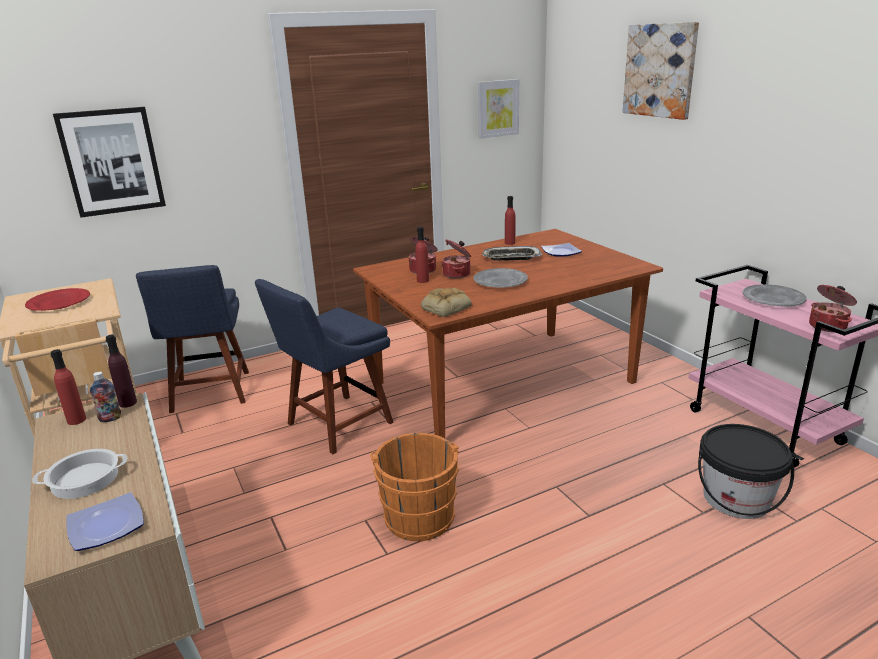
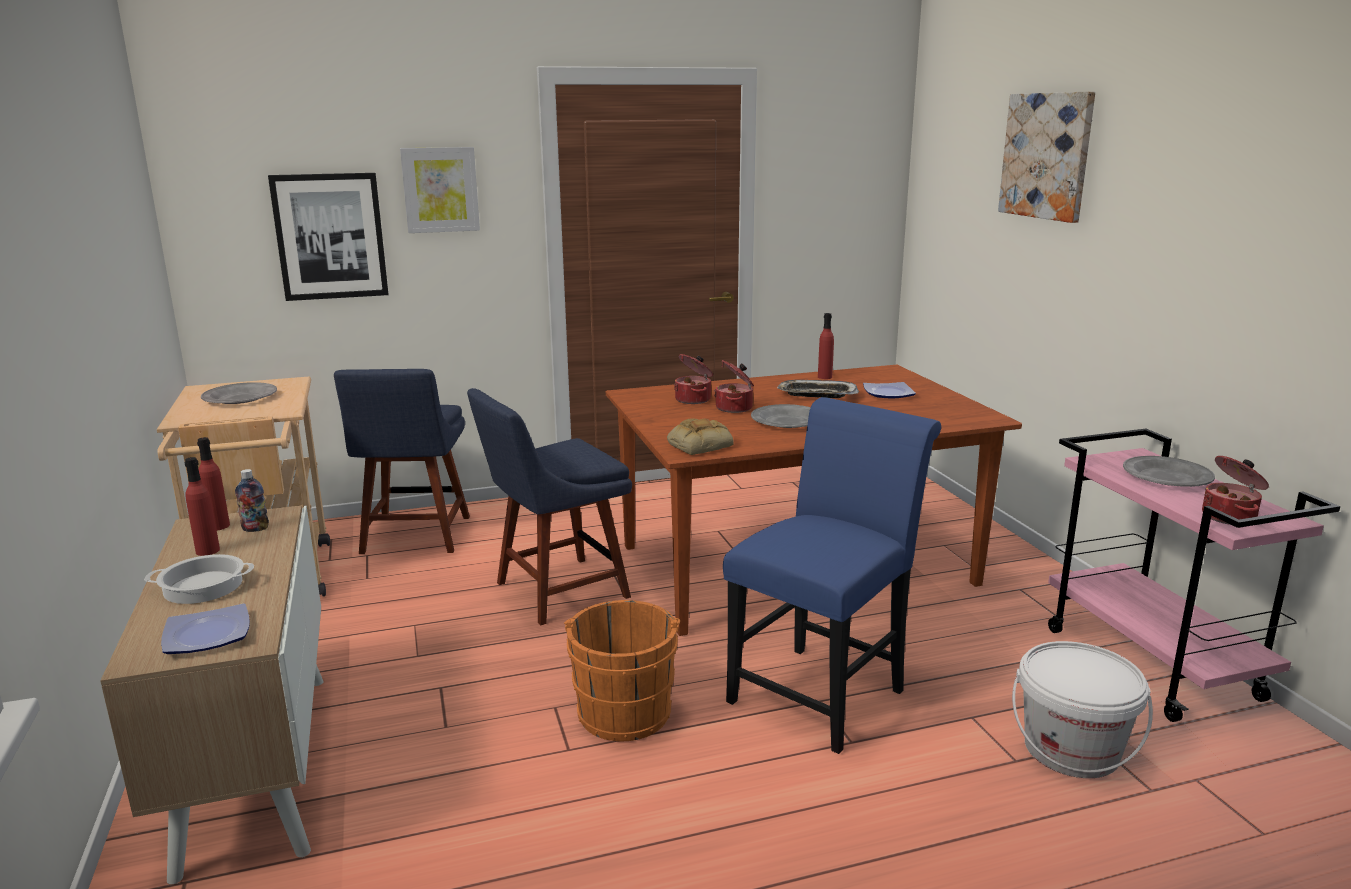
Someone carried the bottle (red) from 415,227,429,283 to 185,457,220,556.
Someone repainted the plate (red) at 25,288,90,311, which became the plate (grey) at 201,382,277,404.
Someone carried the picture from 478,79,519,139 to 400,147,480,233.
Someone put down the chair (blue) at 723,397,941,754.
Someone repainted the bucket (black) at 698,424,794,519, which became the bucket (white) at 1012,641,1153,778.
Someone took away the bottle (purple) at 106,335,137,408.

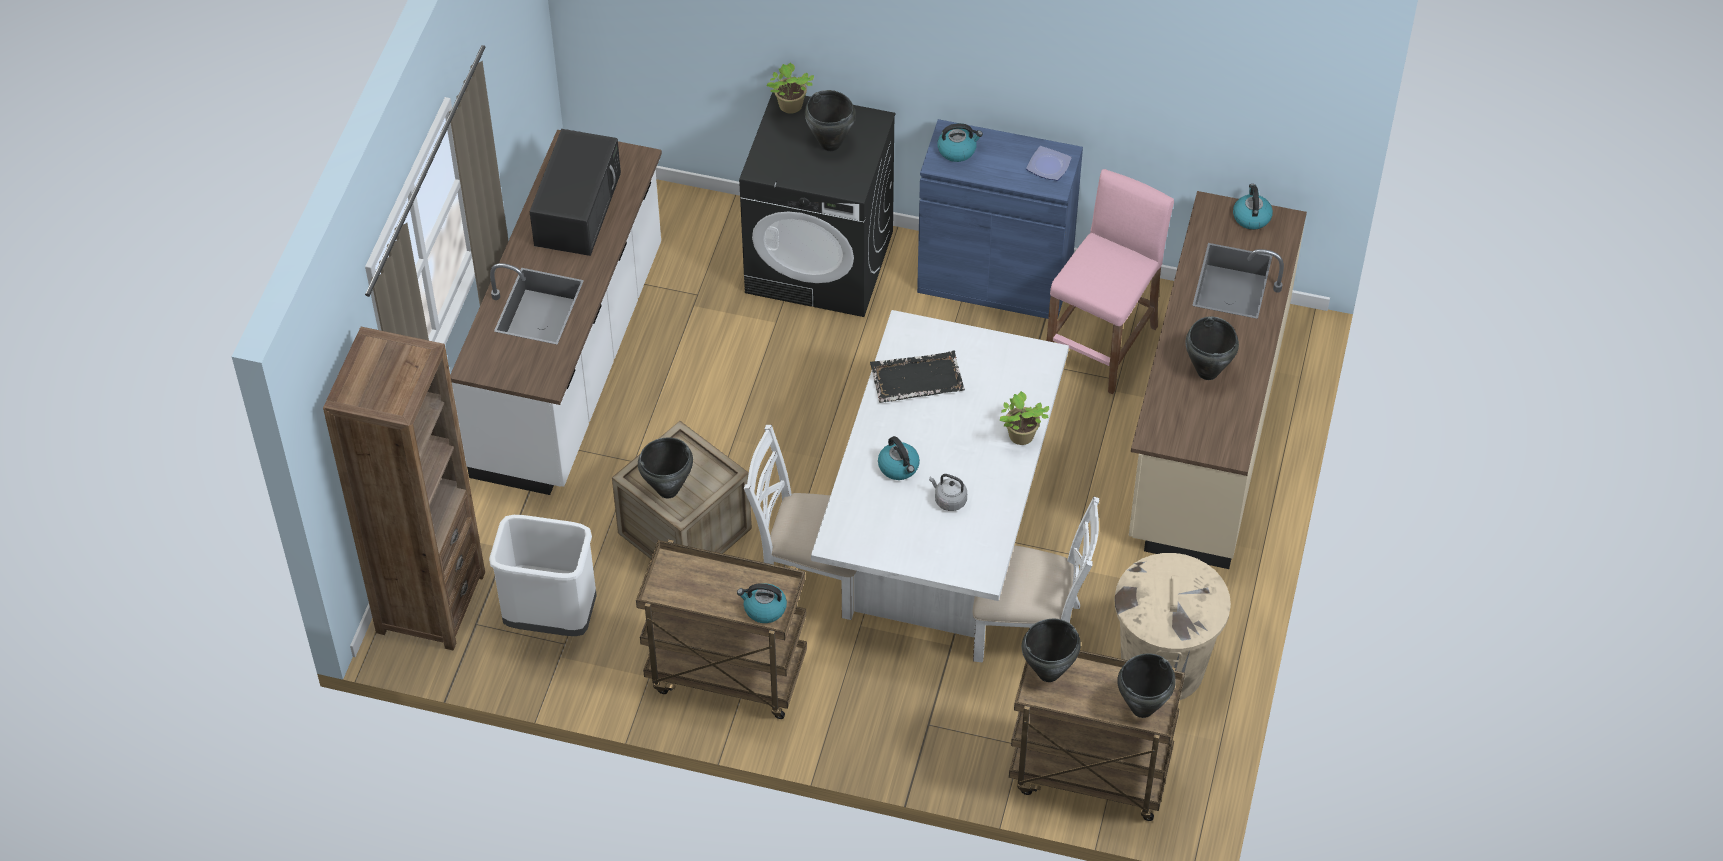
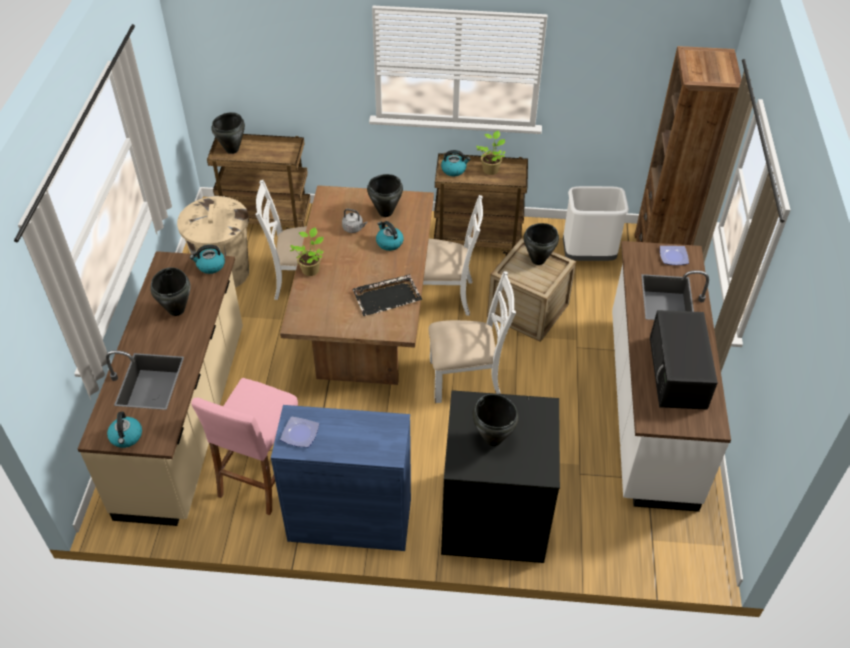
Someone carried the kettle from 937,123,983,162 to 190,245,225,274.
Someone repainted the dining table (white) at 811,310,1069,637, which became the dining table (brown) at 280,185,434,385.
Someone carried the cooking pot (black) from 1022,619,1081,682 to 367,174,403,217.
Someone put down the chair (white) at 428,271,516,403.
Someone carried the potted plant from 767,63,814,114 to 476,131,505,175.
Someone put down the plate at 660,246,689,265.

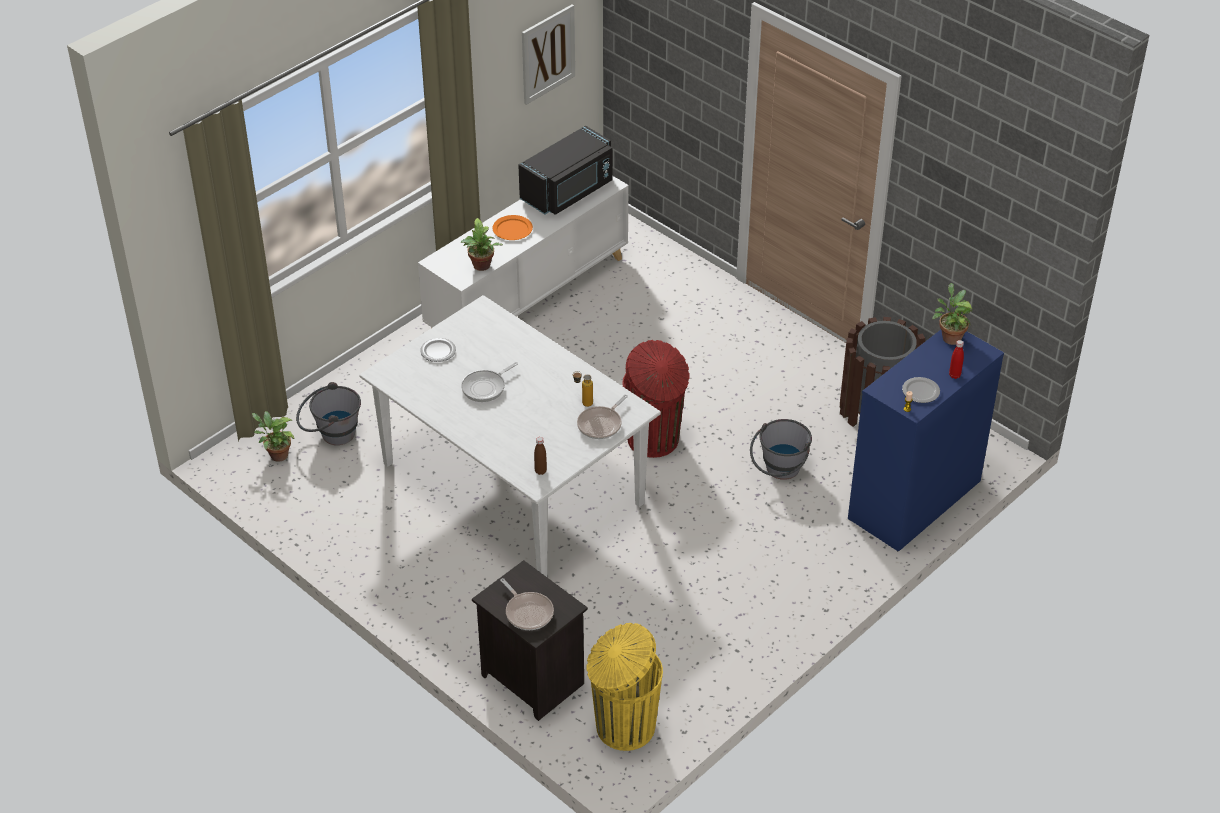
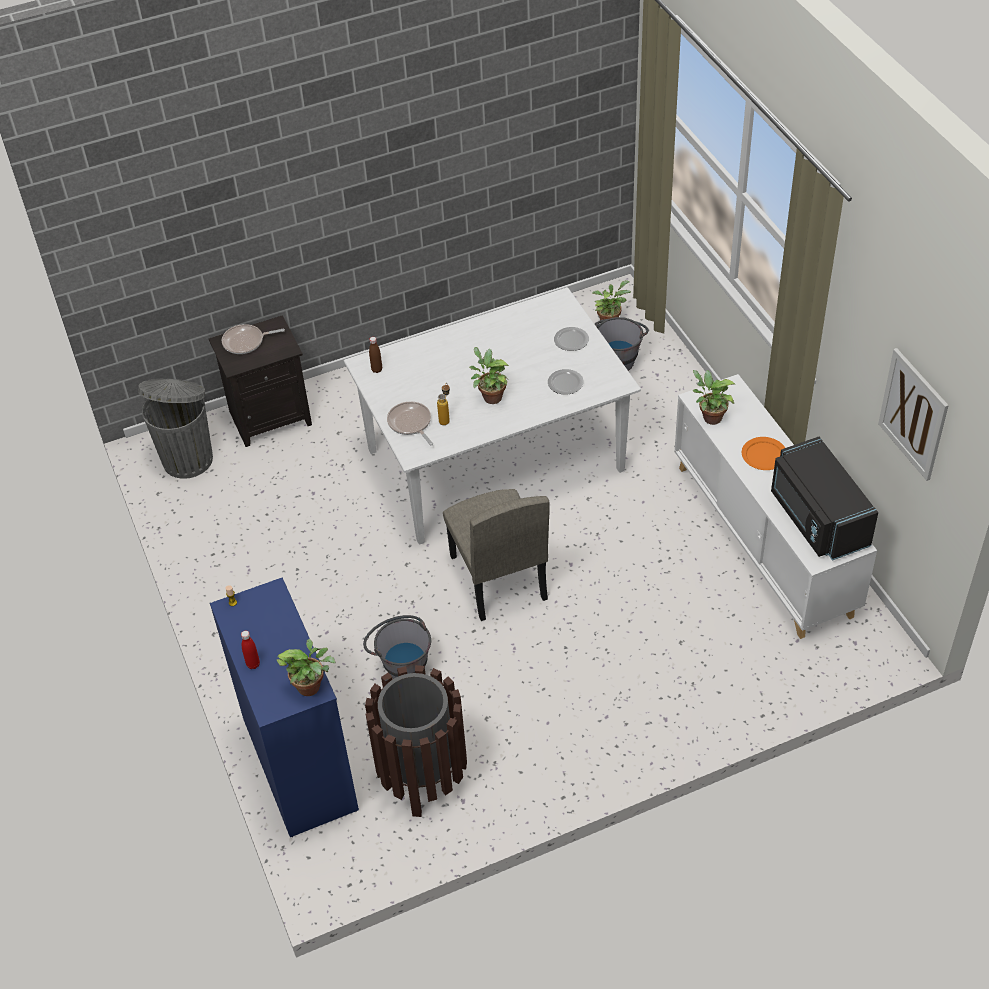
Someone repainted the trash can (yellow) at 586,623,663,751, which became the trash can (grey) at 138,378,213,479.
Someone swapped the trash can (red) at 622,340,690,458 for the chair (beige) at 443,489,550,621.
Someone put down the potted plant at 469,347,509,404.
Someone carried the plate from 902,377,940,403 to 548,369,584,395.
Someone took away the frying pan at 461,362,518,402.

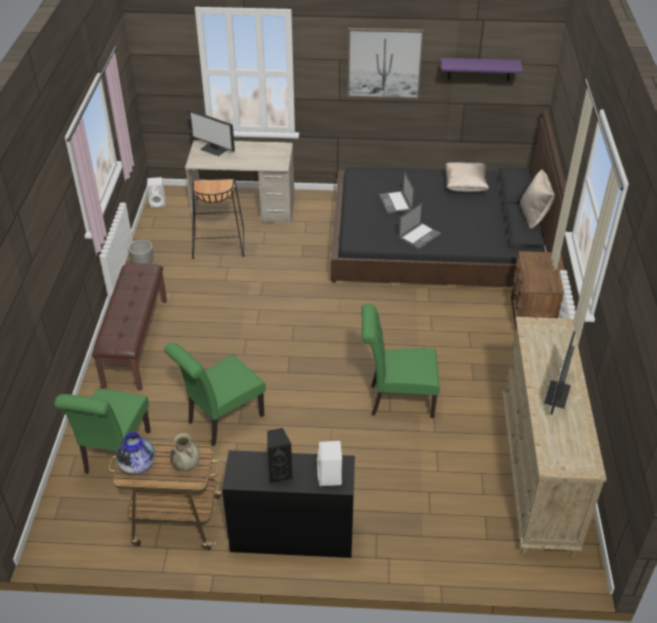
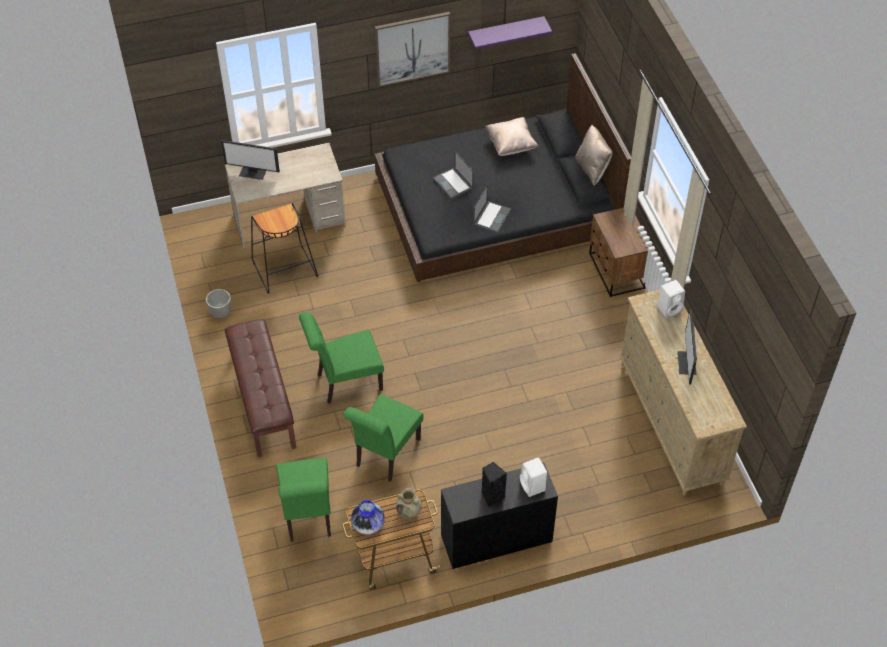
Someone carried the chair (green) from 362,304,440,418 to 299,312,384,404.
Someone carried the speaker (white) from 147,177,166,208 to 657,280,685,318.

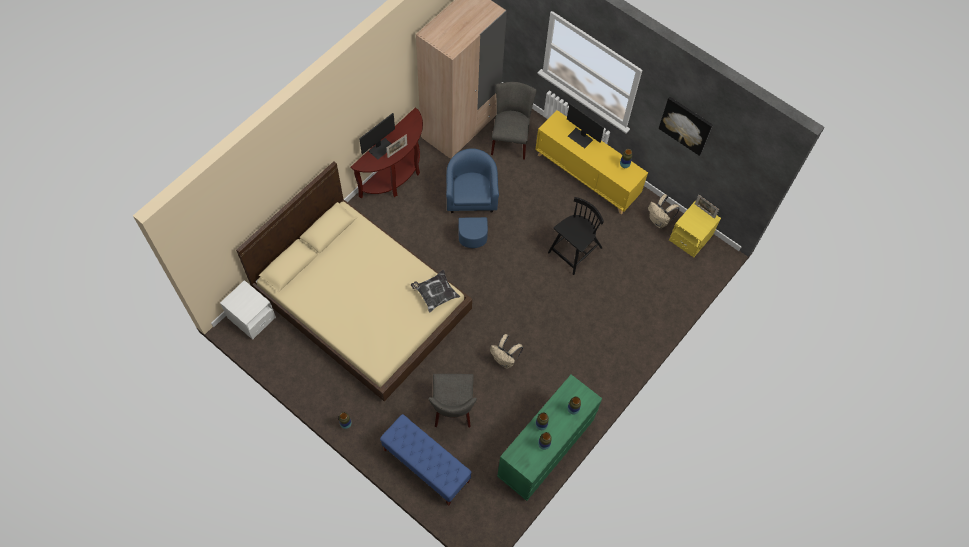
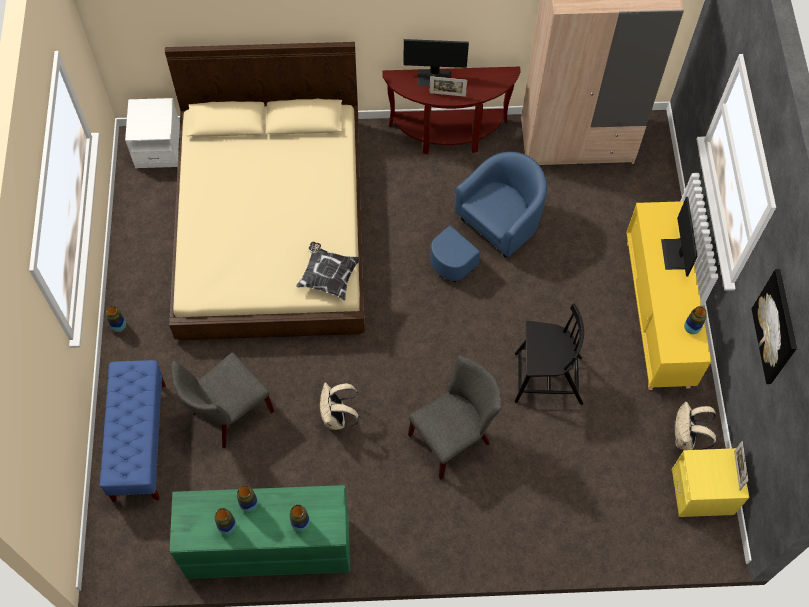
Someone carried the chair (grey) from 491,82,536,160 to 408,355,502,480.

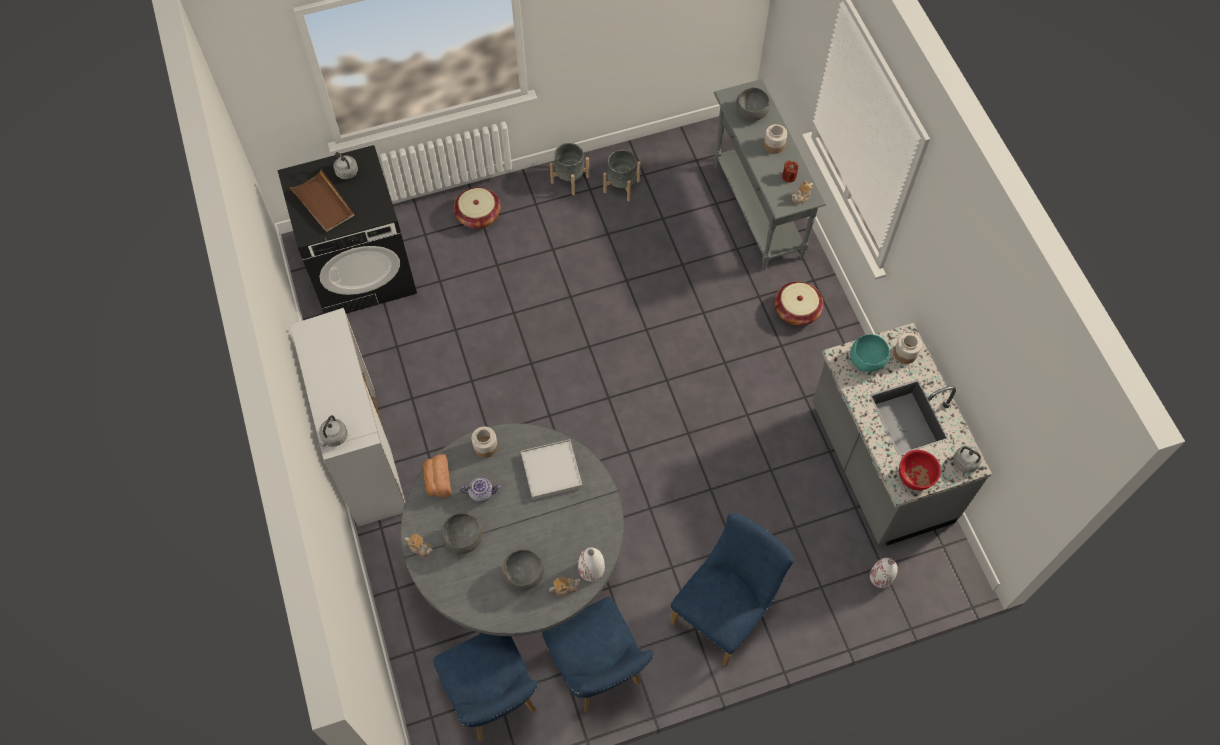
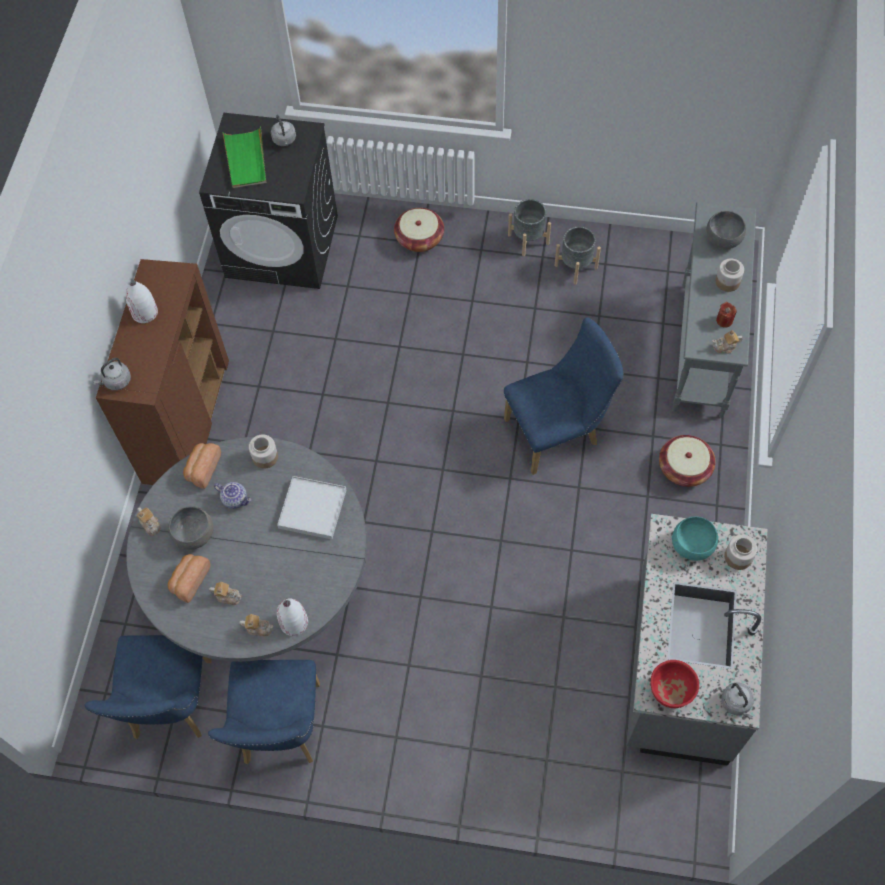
Someone repainted the cabinet (white) at 290,308,405,527, which became the cabinet (brown) at 96,259,229,485.
Someone carried the vase (white) from 870,558,898,588 to 125,280,158,323.
Someone put down the bread at 168,554,211,603.
Someone swapped the bowl (grey) at 502,549,544,591 for the teapot at 209,582,242,605.
Someone repainted the tray (brown) at 289,169,354,232, which became the tray (green) at 222,126,266,188.
Someone carried the chair (blue) from 670,513,794,667 to 504,317,624,475.

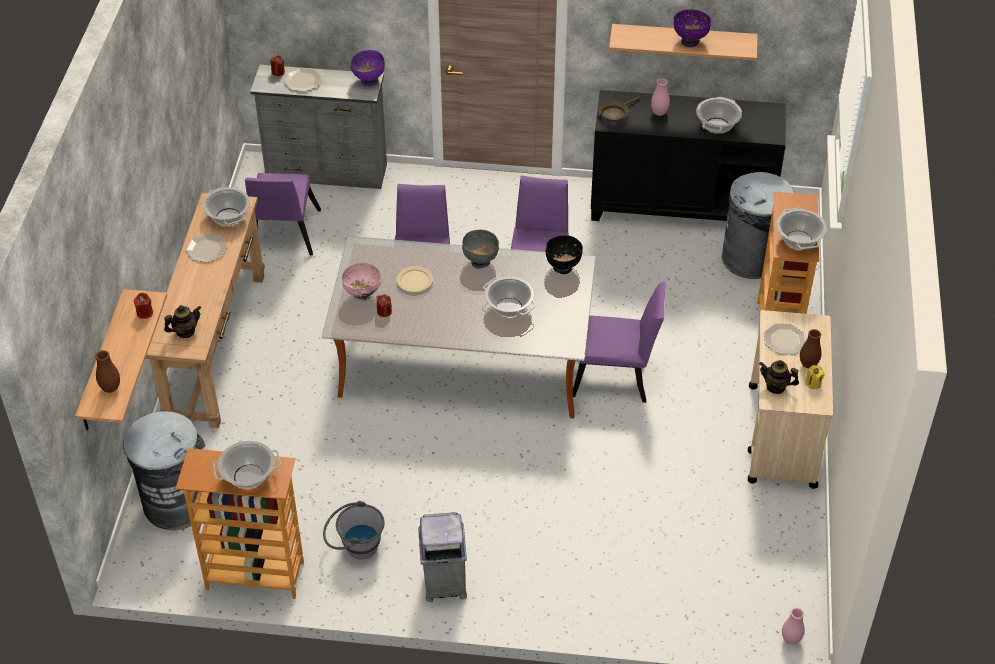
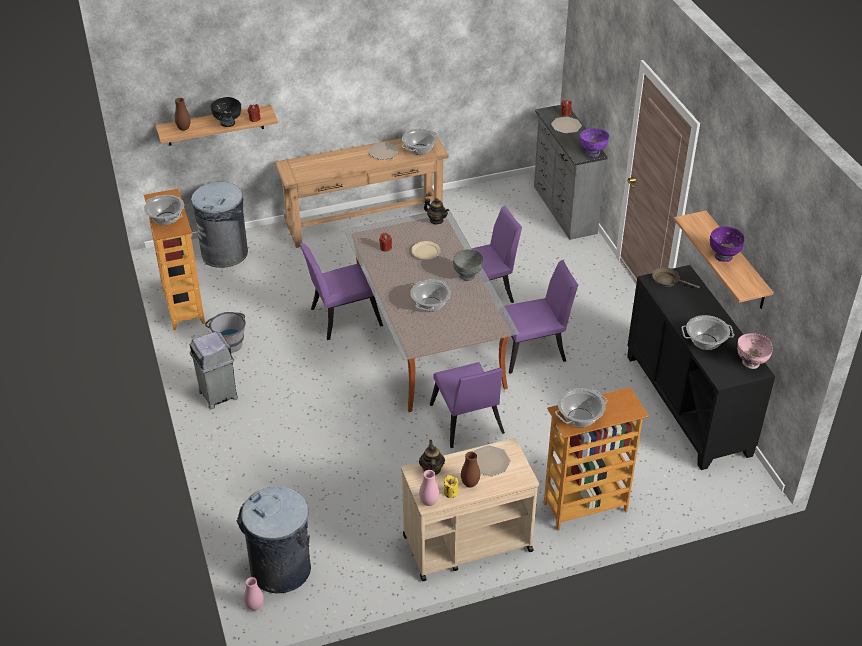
Someone carried the bowl (black) from 545,235,583,274 to 210,97,241,127.
Someone carried the trash can (grey) from 722,172,795,279 to 237,486,311,593.
Someone carried the chair (purple) from 245,173,321,255 to 300,243,383,340.
Someone carried the vase (pink) from 651,78,670,116 to 419,470,439,506.
Someone carried the teapot from 164,305,201,338 to 424,198,449,224.
Someone carried the bowl (pink) from 341,262,381,302 to 737,333,773,369.

